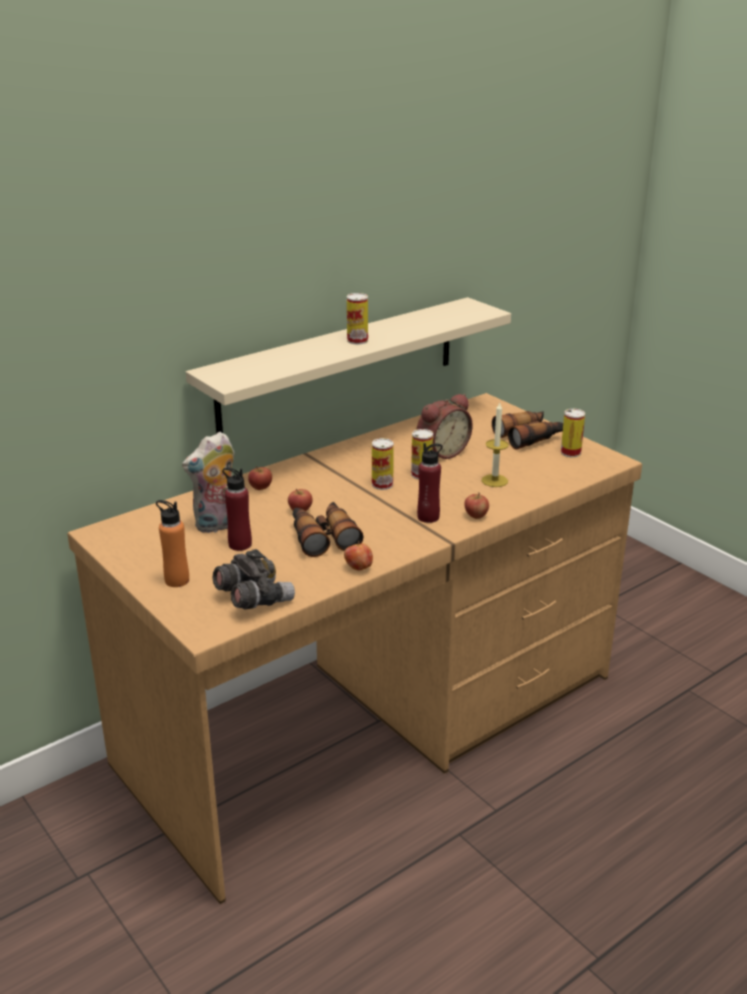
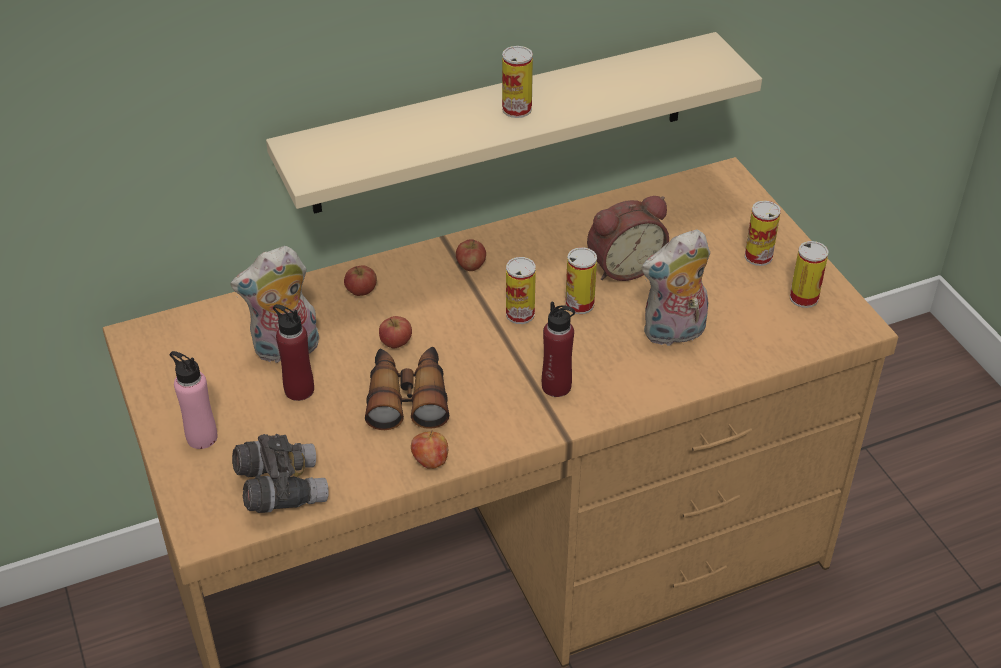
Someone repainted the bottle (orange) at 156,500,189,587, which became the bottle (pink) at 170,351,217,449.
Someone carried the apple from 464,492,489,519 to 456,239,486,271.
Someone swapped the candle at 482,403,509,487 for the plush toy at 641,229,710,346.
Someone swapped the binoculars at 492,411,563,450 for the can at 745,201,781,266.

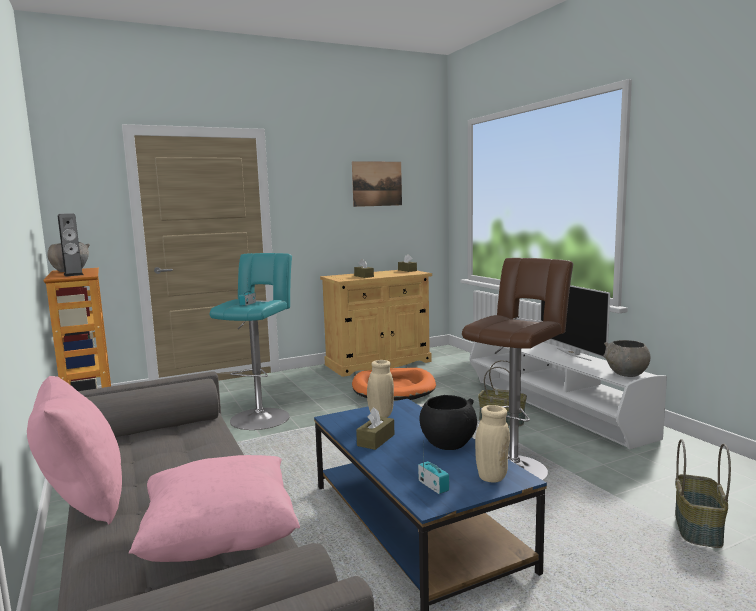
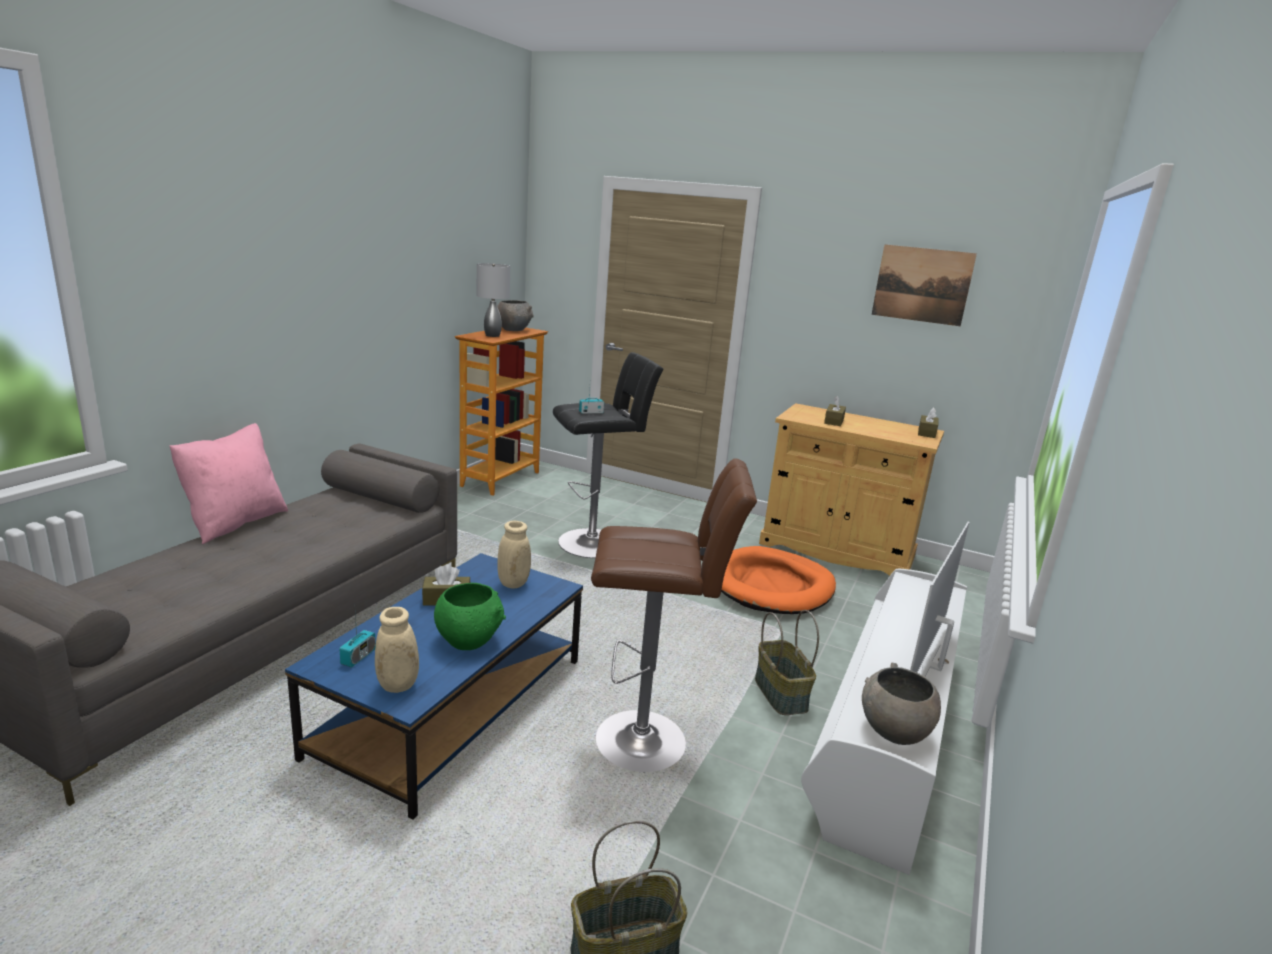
Someone repainted the bowl (black) at 420,395,477,450, which became the bowl (green) at 434,583,506,650.
Someone swapped the speaker at 58,213,84,277 for the table lamp (grey) at 477,263,510,337.
Someone repainted the stool (turquoise) at 210,253,292,430, which became the stool (black) at 553,352,664,558.
Someone took away the pillow (pink) at 129,455,300,562.

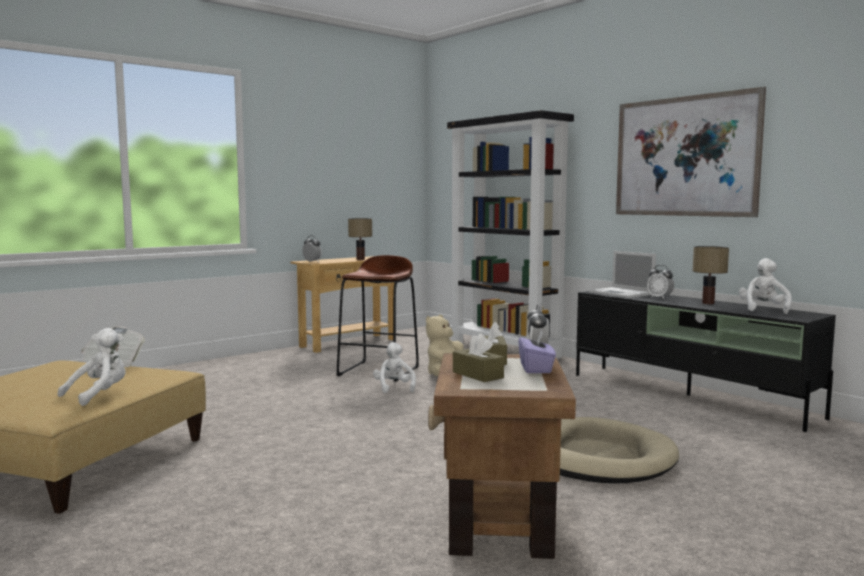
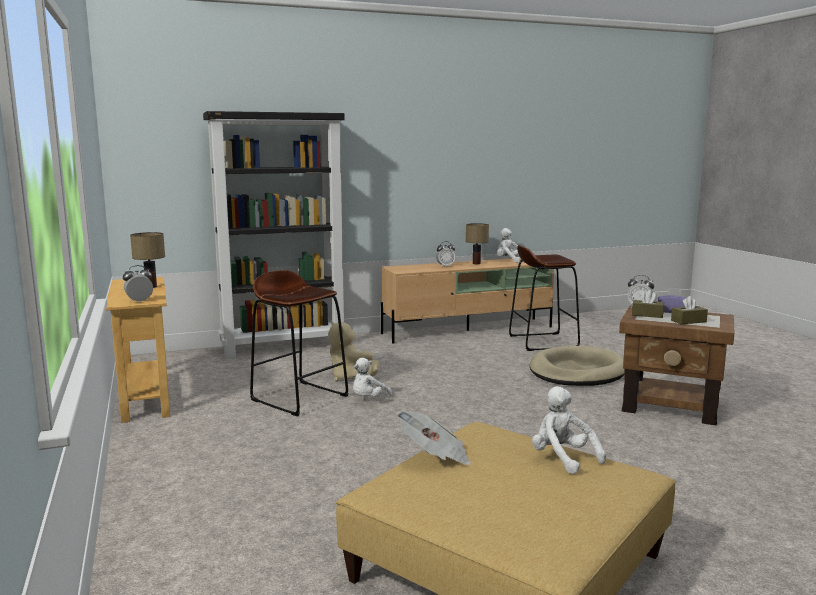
Someone rotated the plush toy (white) at 373,342,416,393 by 60 degrees counterclockwise.
Someone repainted the tv stand (black) at 576,291,836,432, which became the tv stand (beige) at 381,258,554,343.
Someone put down the stool (brown) at 509,245,580,351.
Someone took away the laptop at 588,251,656,298.
Someone took away the picture at 616,87,766,217.

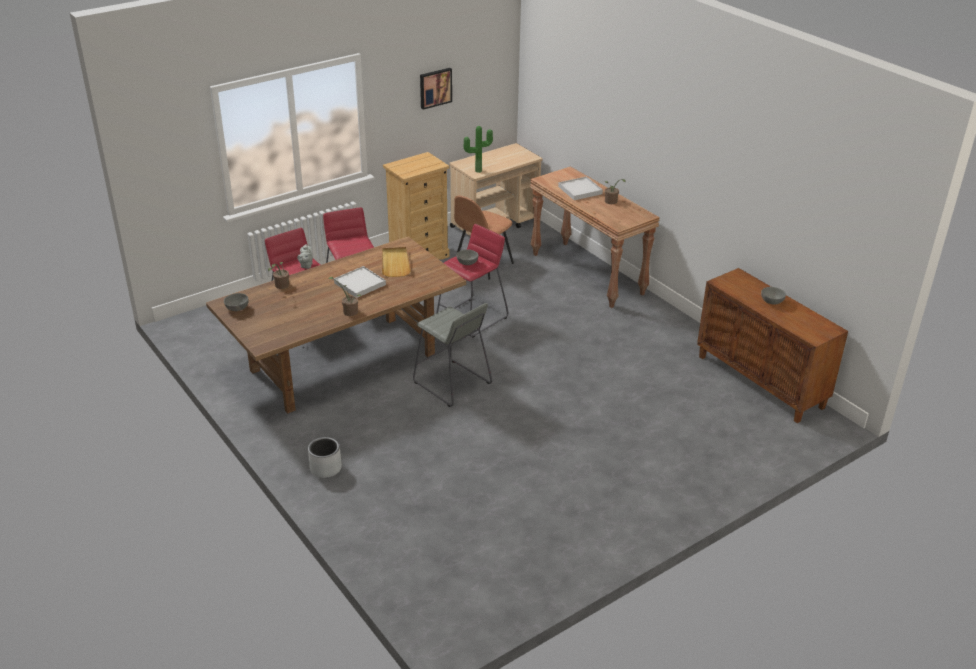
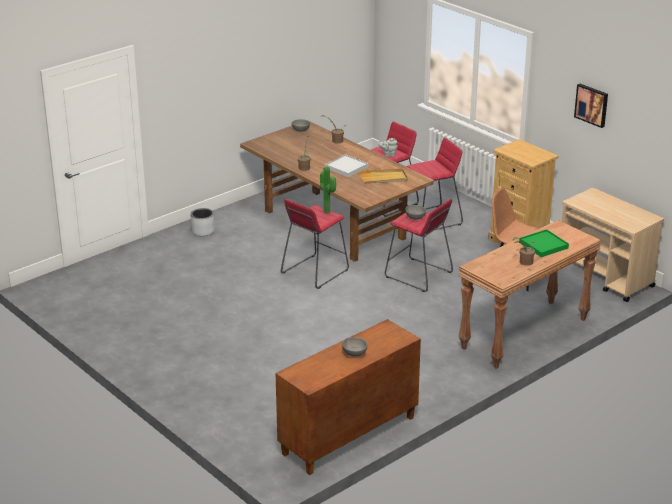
Someone repainted the stool (grey) at 413,303,492,407, which became the stool (red) at 281,199,349,289.
Someone carried the potted plant from 464,126,493,173 to 320,166,336,214.
Someone repainted the tray (white) at 558,176,603,200, which became the tray (green) at 519,229,569,257.

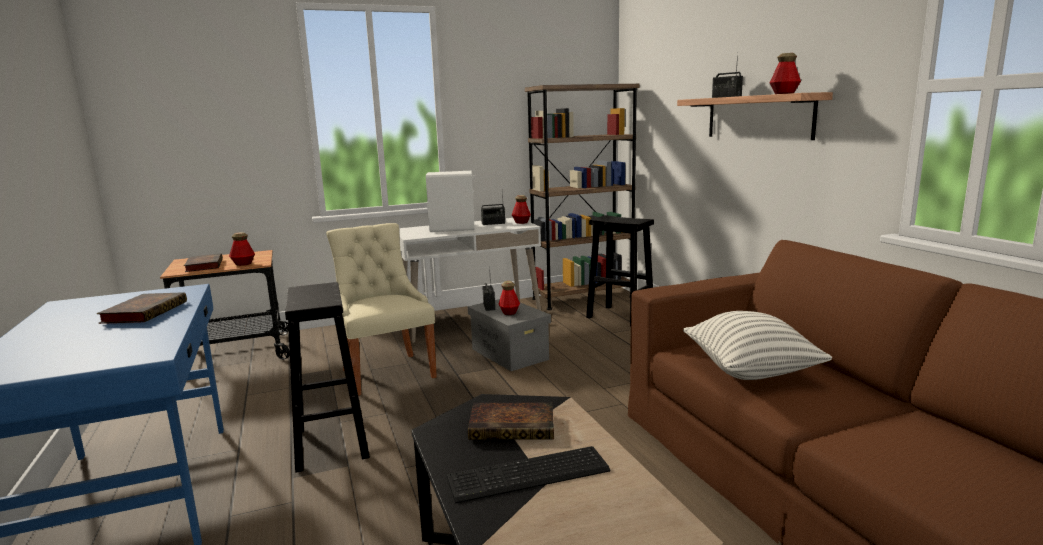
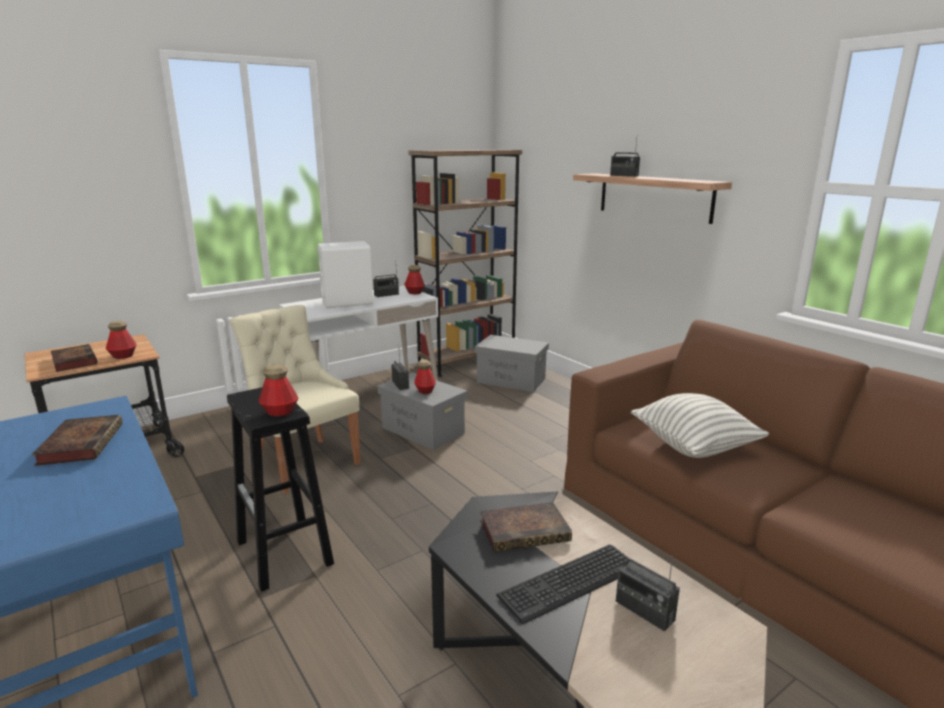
Someone carried the bottle from 770,53,801,94 to 259,364,299,417.
Someone swapped the stool (black) at 586,215,654,327 for the storage box (grey) at 475,335,549,392.
Someone put down the radio at 616,556,680,631.

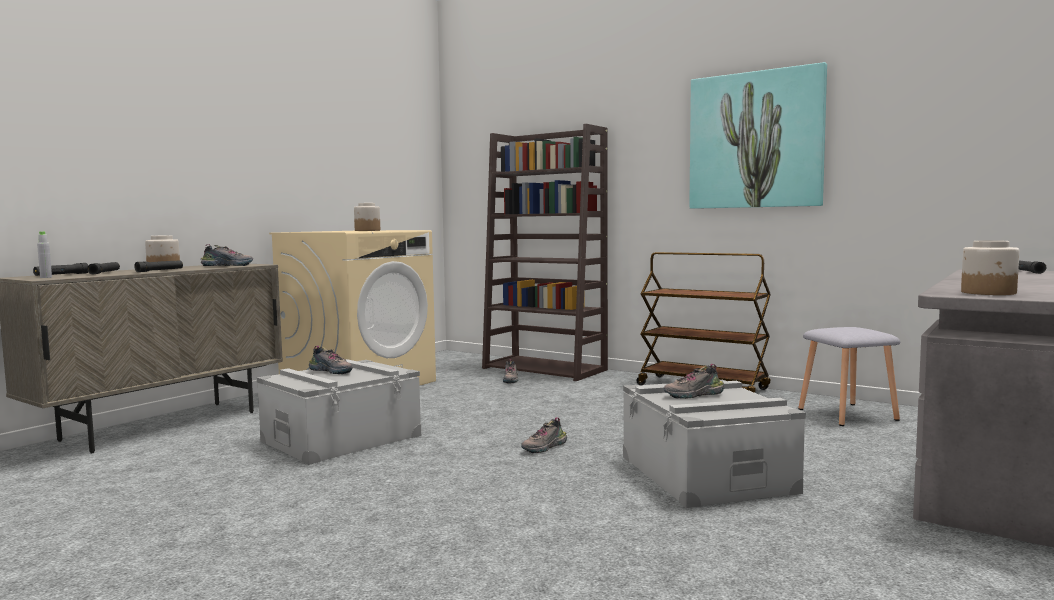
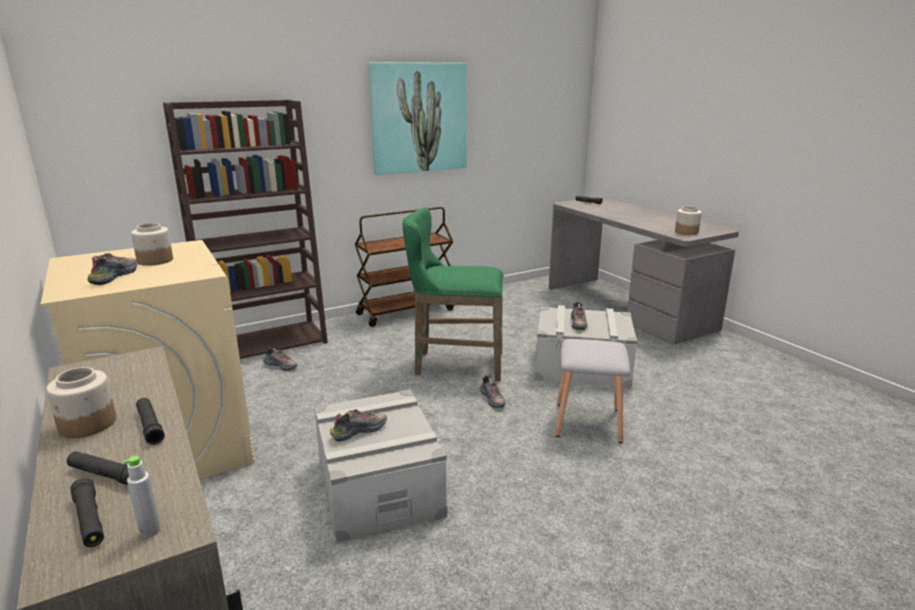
Someone carried the shoe from 201,244,253,266 to 88,253,137,285.
Someone put down the stool (green) at 403,207,503,381.
Someone carried the stool (grey) from 798,327,900,426 to 555,339,630,443.

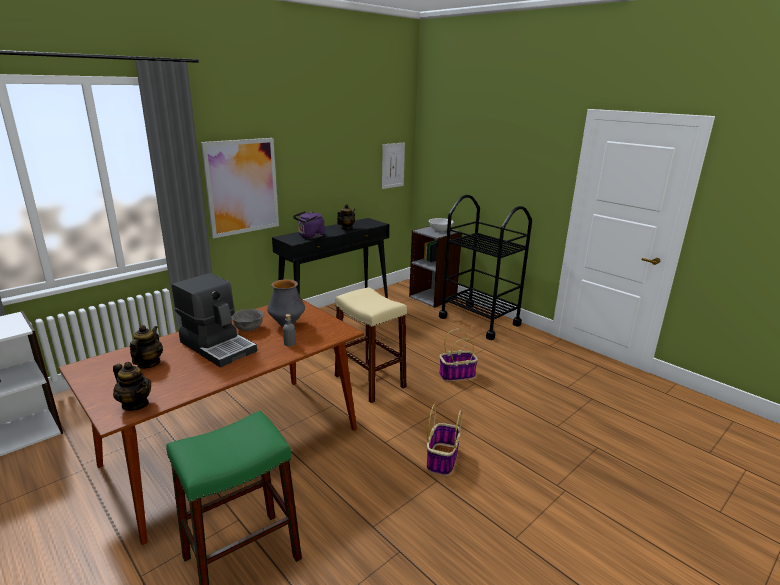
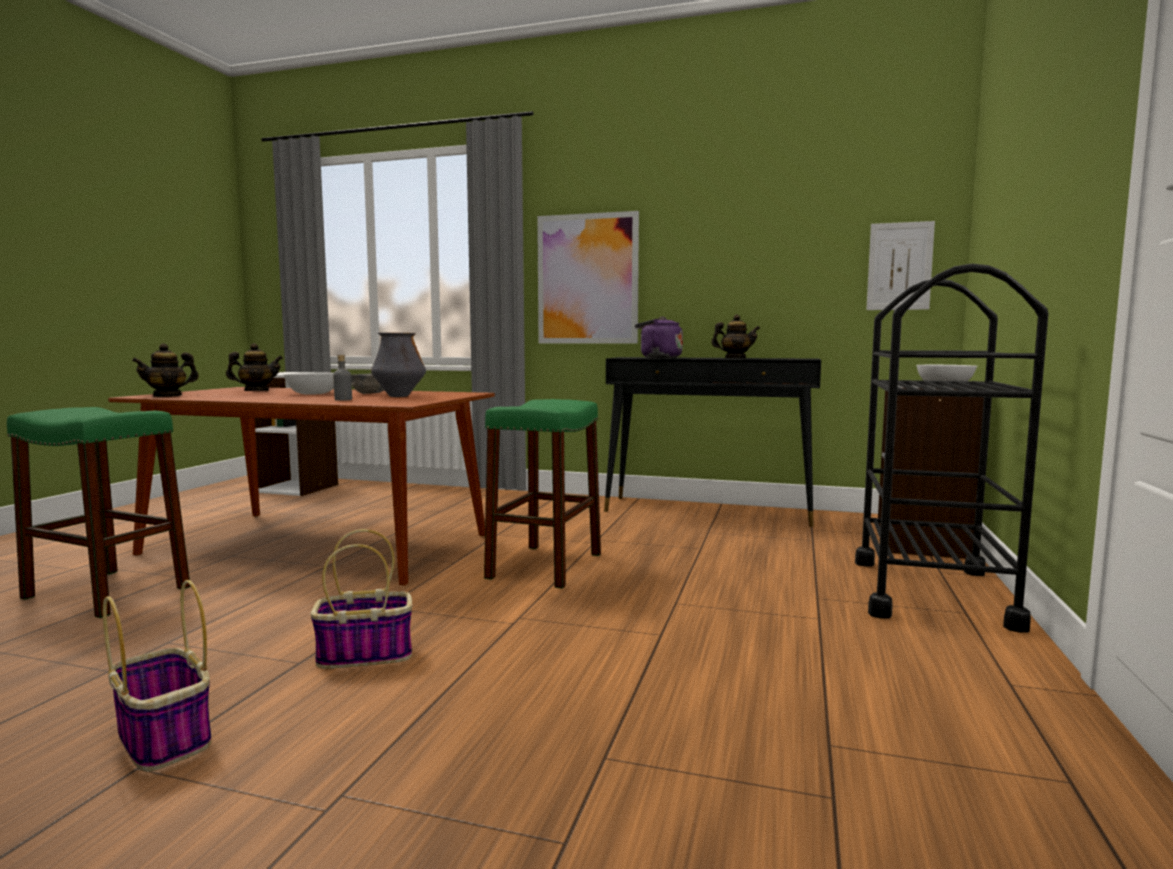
Someone carried the basket from 439,329,478,381 to 103,580,211,772.
Someone rotated the teapot at 113,362,151,411 by 45 degrees clockwise.
Someone swapped the coffee machine at 172,273,257,367 for the bowl (white) at 282,373,334,395.
Someone repainted the stool (beige) at 335,287,407,403, which became the stool (green) at 484,399,601,589.

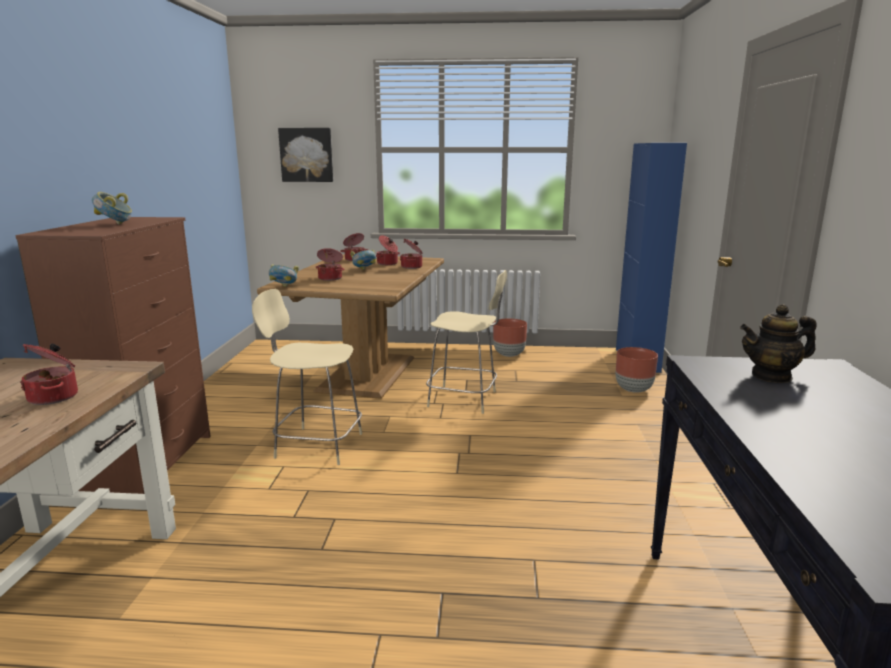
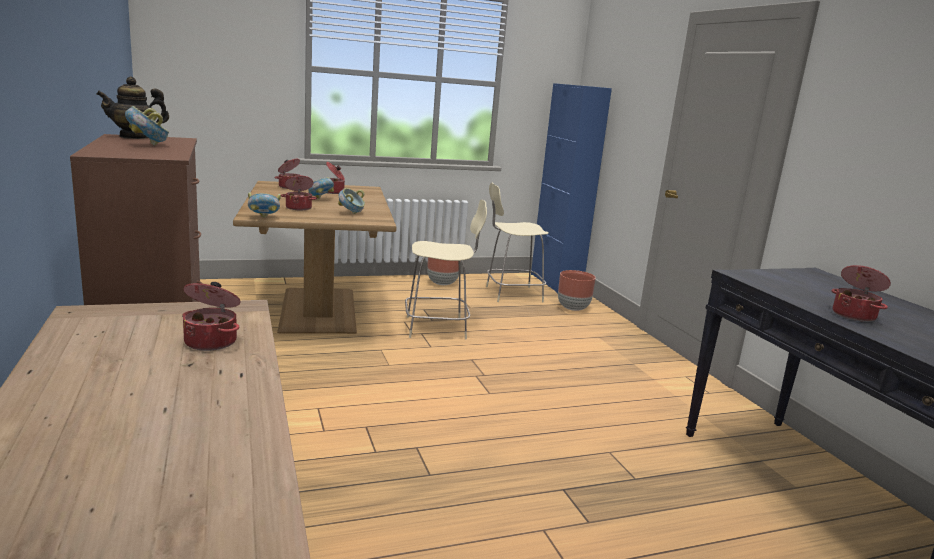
Someone carried the teapot from 740,304,817,383 to 96,76,169,139.
Someone put down the bowl at 338,188,365,214.
Someone carried the chair (beige) from 252,289,362,465 to 486,183,548,303.
Someone carried the cooking pot from 400,239,423,269 to 831,265,891,322.
Someone took away the picture at 278,128,333,182.

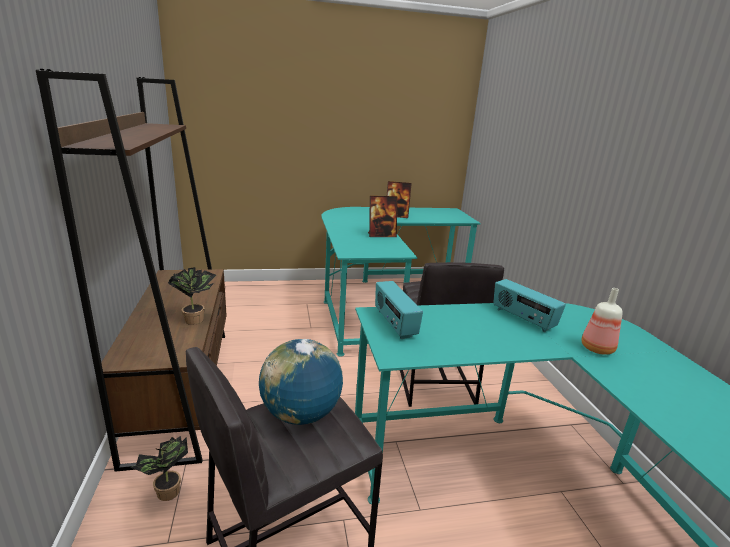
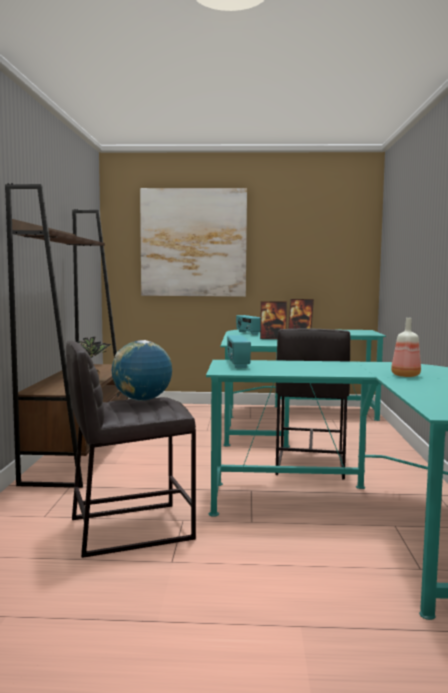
Someone put up the picture at 140,188,247,297.
Someone carried the radio from 493,279,566,332 to 236,315,261,335.
Someone took away the potted plant at 131,436,188,501.

